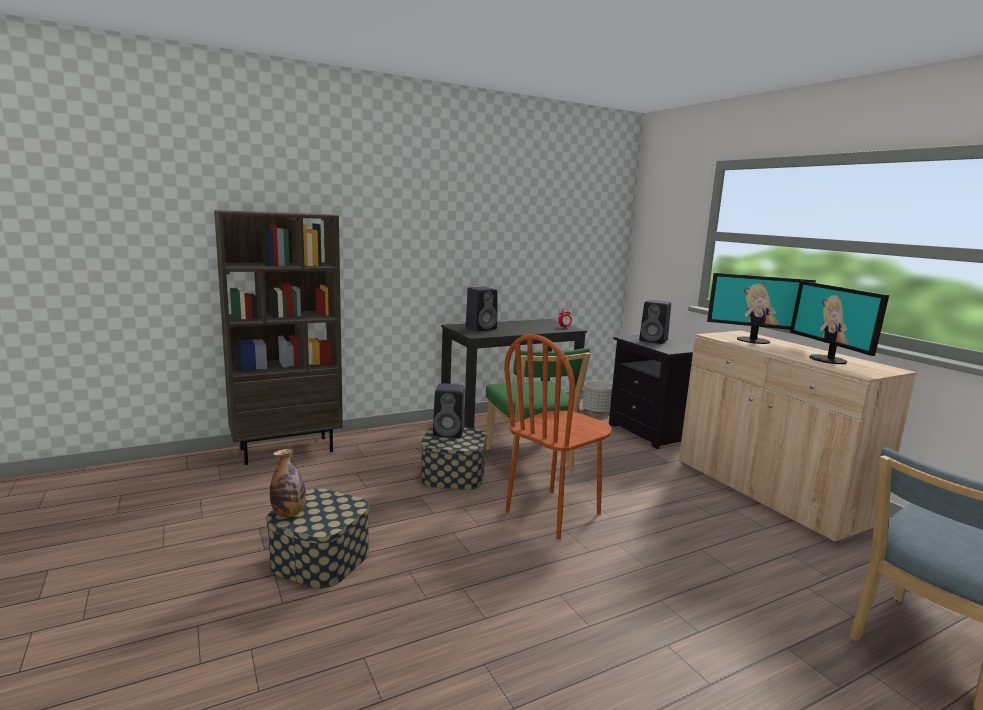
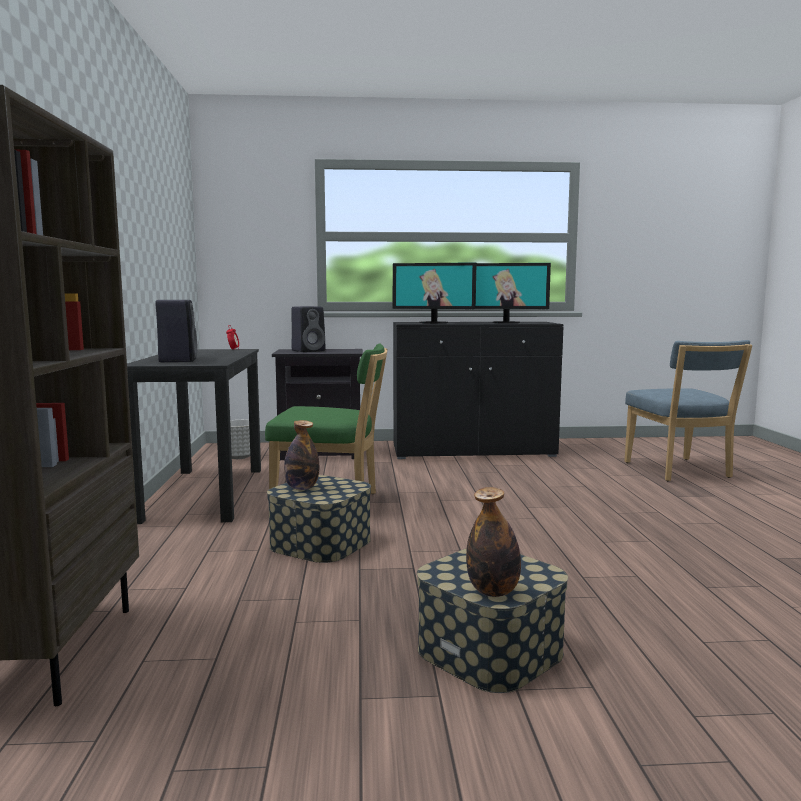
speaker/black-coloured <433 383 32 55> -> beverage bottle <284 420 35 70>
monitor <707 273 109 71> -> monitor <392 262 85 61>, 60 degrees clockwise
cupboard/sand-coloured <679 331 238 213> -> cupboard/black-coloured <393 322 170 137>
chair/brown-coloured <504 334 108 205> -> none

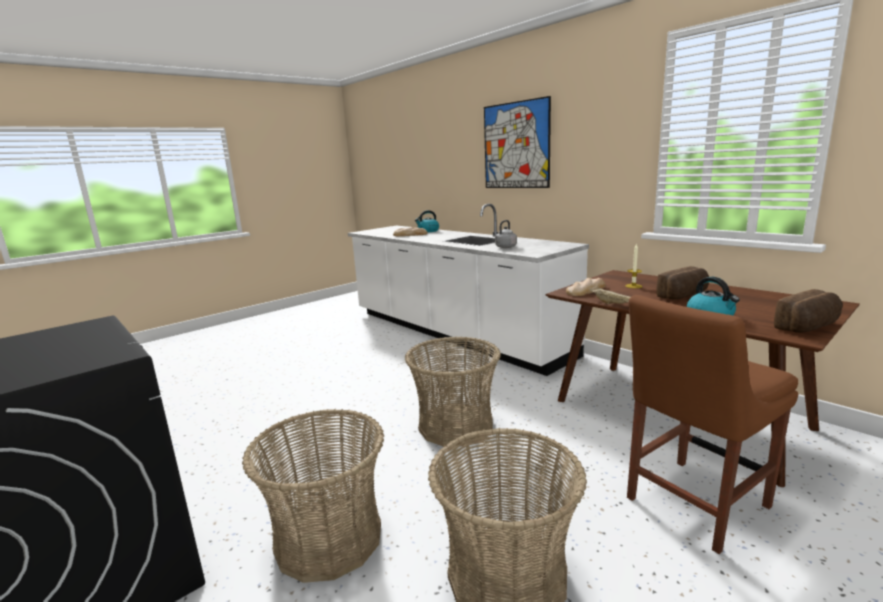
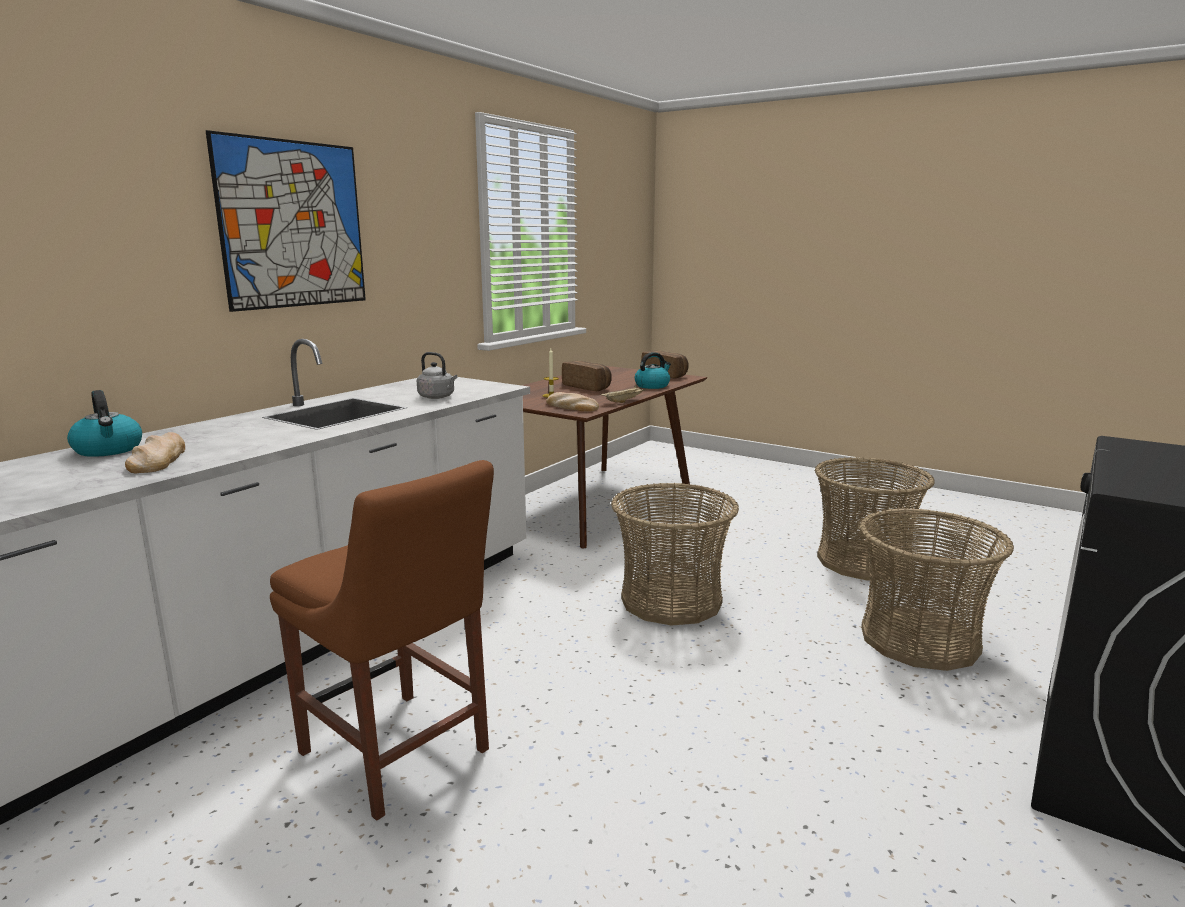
chair/brown-coloured <627 295 171 259> -> chair/brown-coloured <270 460 224 361>, shifted

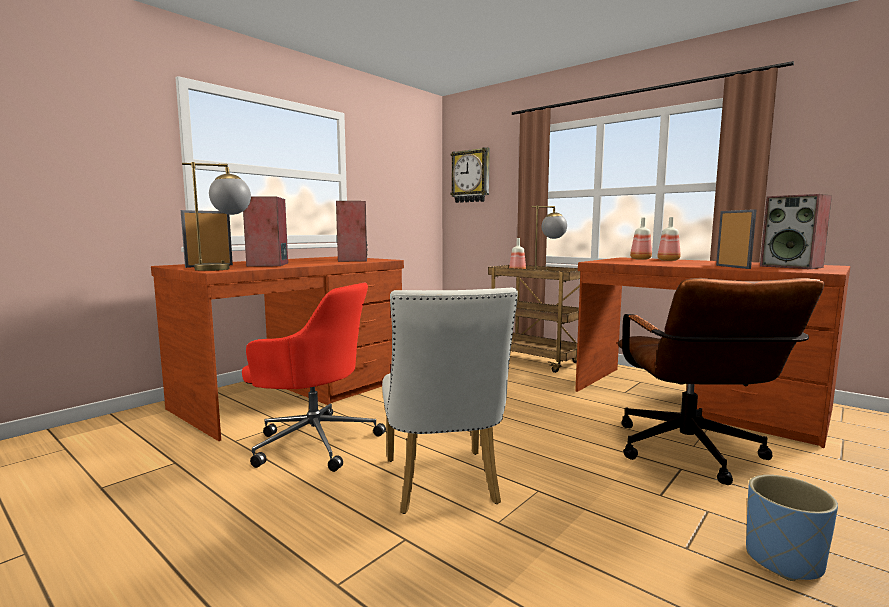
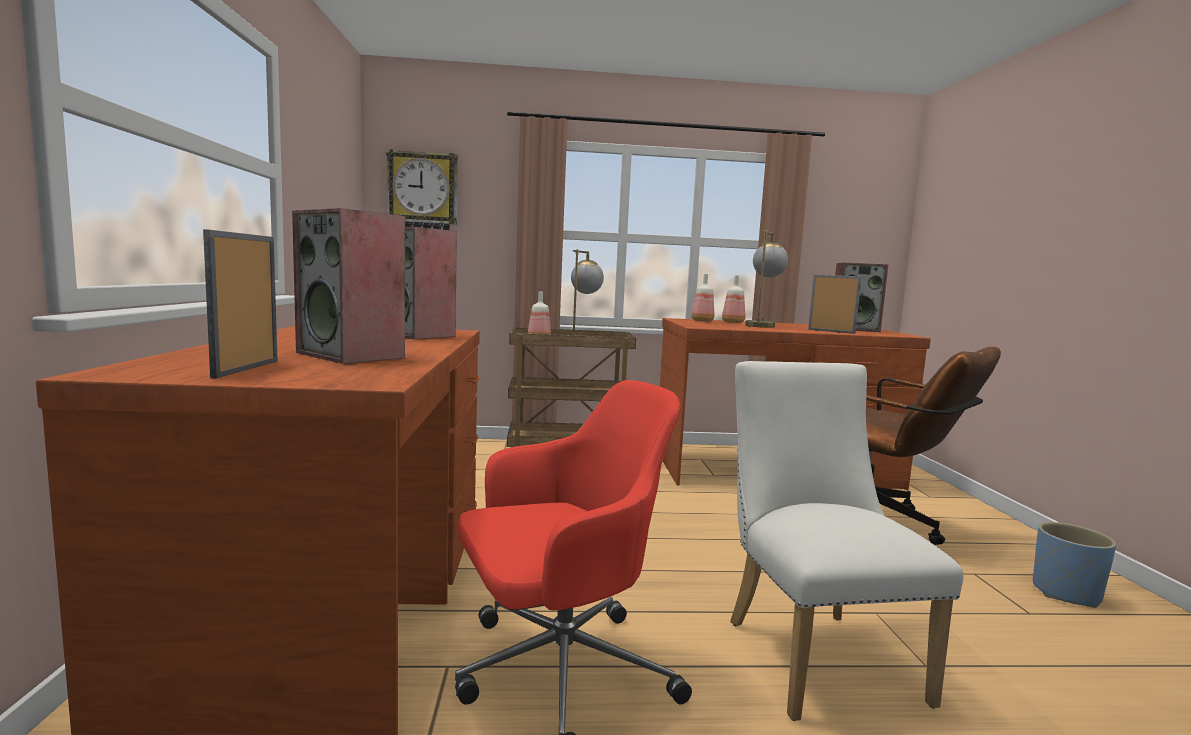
chair/whitish <382 288 136 226> -> chair/whitish <730 361 234 360>, 135 degrees counterclockwise
table lamp <182 162 69 109> -> table lamp <745 230 43 98>, shifted

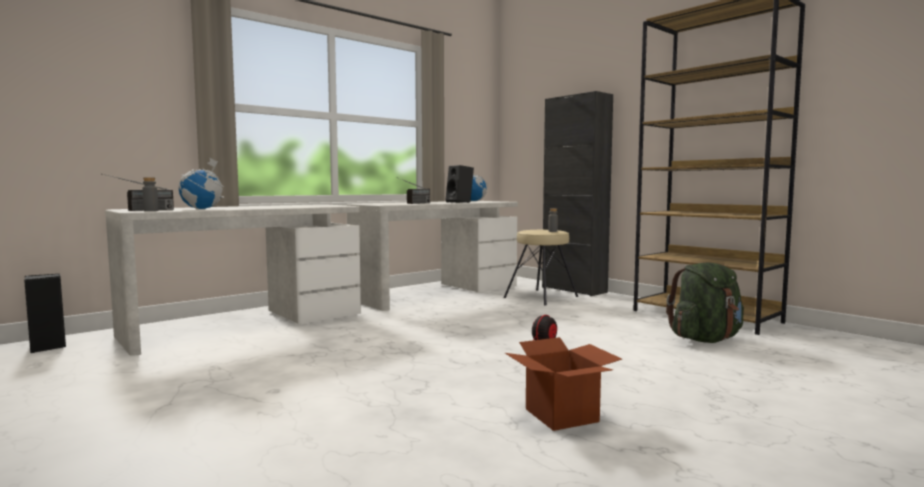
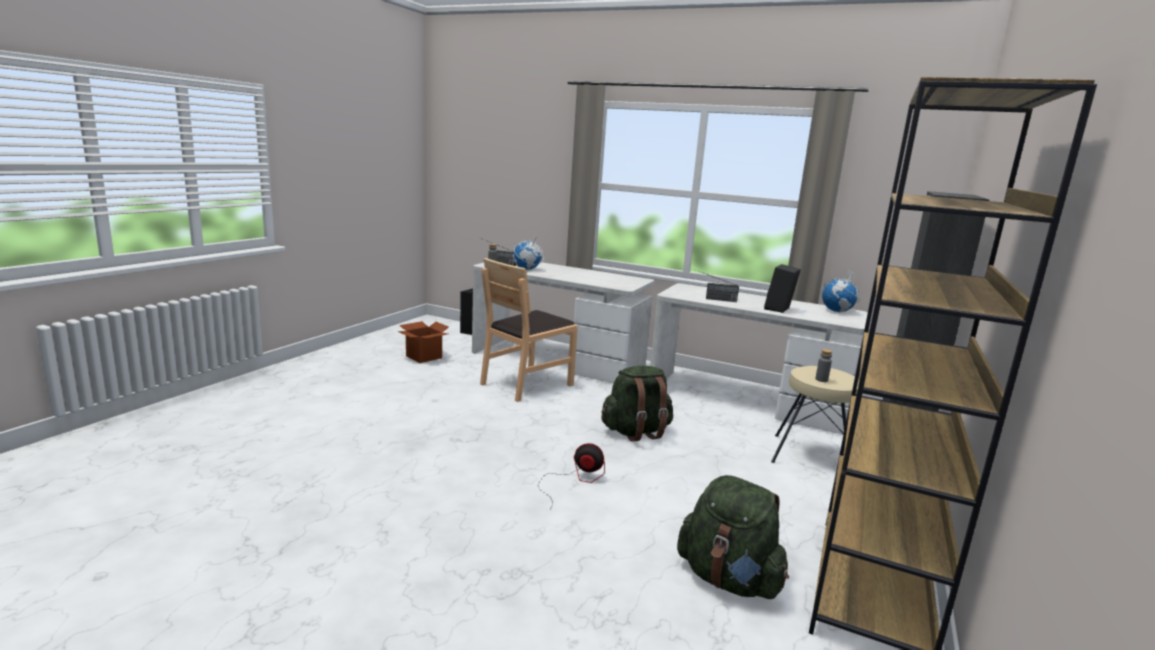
packing box <505 337 117 94> -> packing box <397 321 52 42>, shifted
none -> chair/brown-coloured <480 258 98 144>
none -> backpack/green <601 366 72 76>

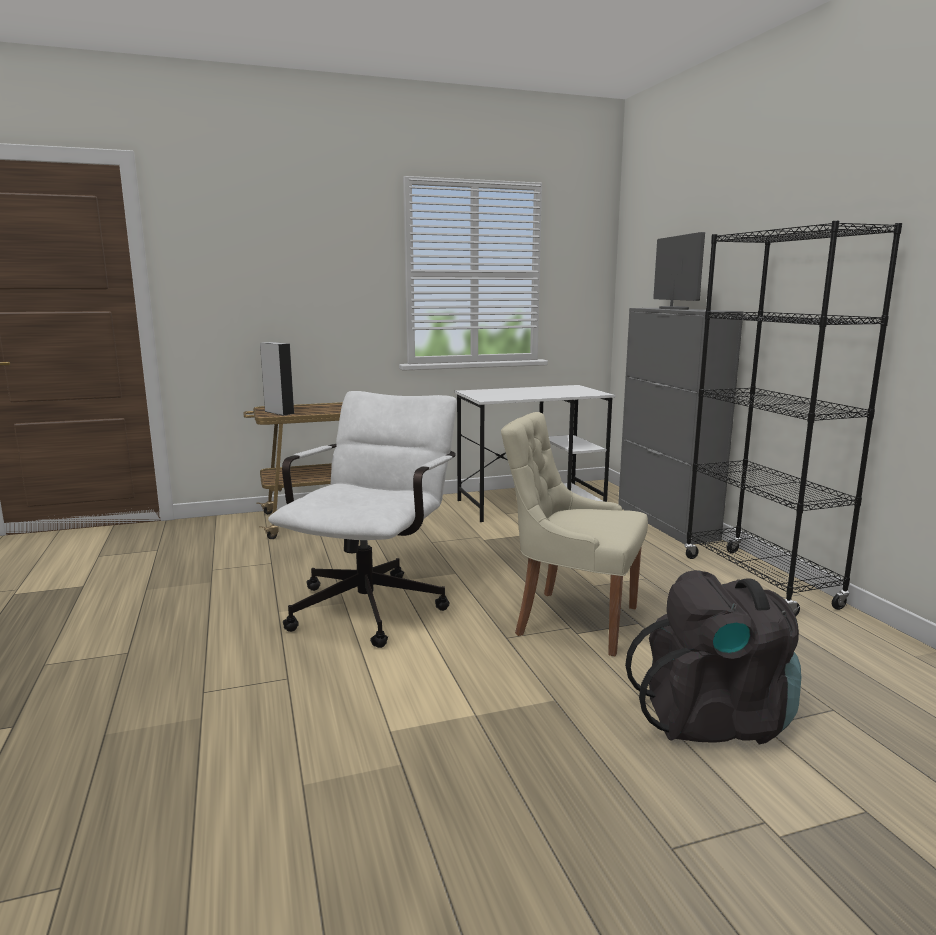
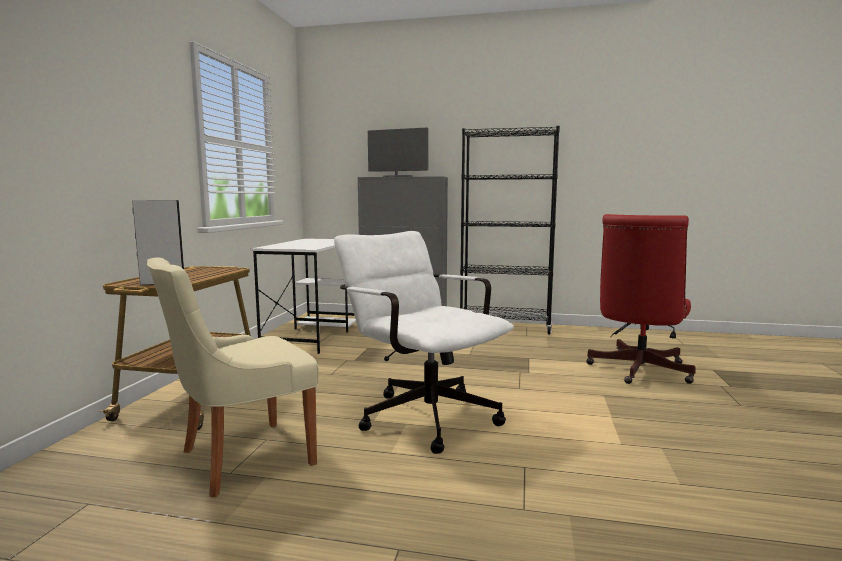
chair/sand-coloured <501 412 147 244> -> chair/sand-coloured <147 257 172 240>, shifted
backpack/black-coloured <625 570 176 175> -> computer chair/red <586 214 110 170>

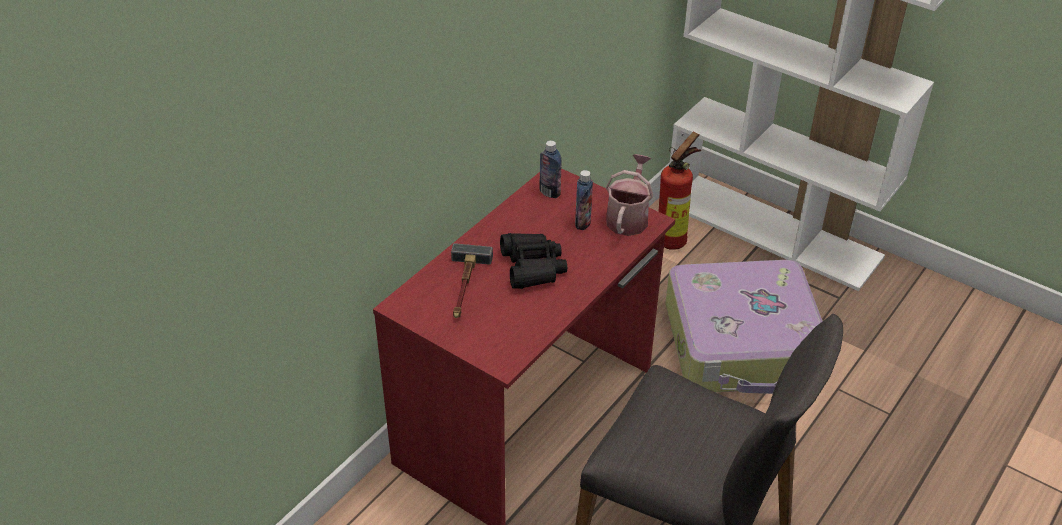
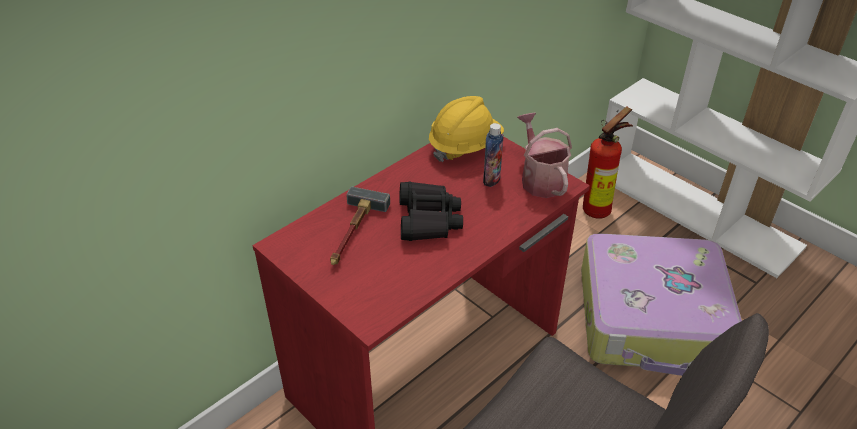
beverage bottle <539 141 23 57> -> safety helmet/yellowish <429 96 75 66>
watering can <606 154 47 82> -> watering can <517 113 55 85>, 45 degrees counterclockwise

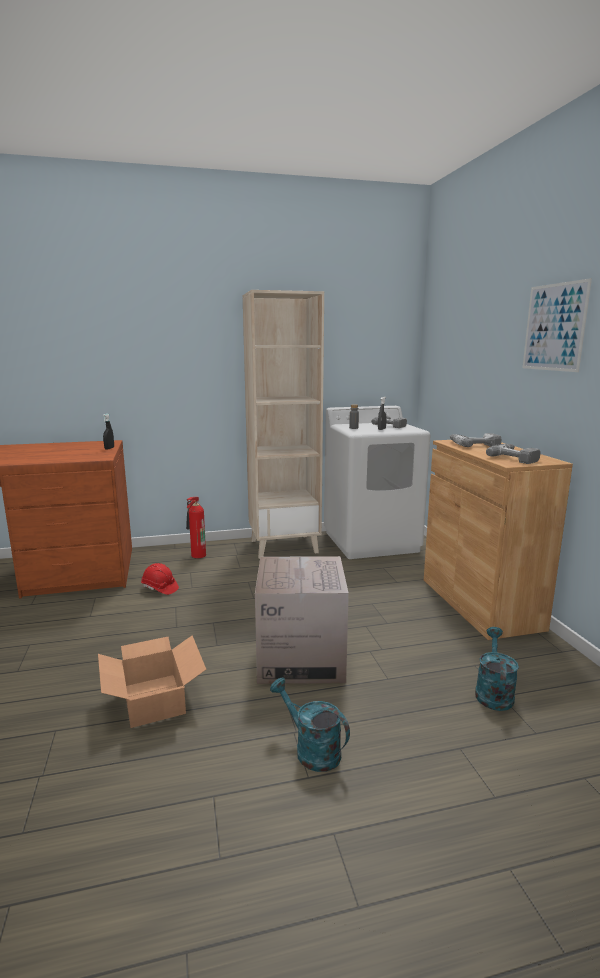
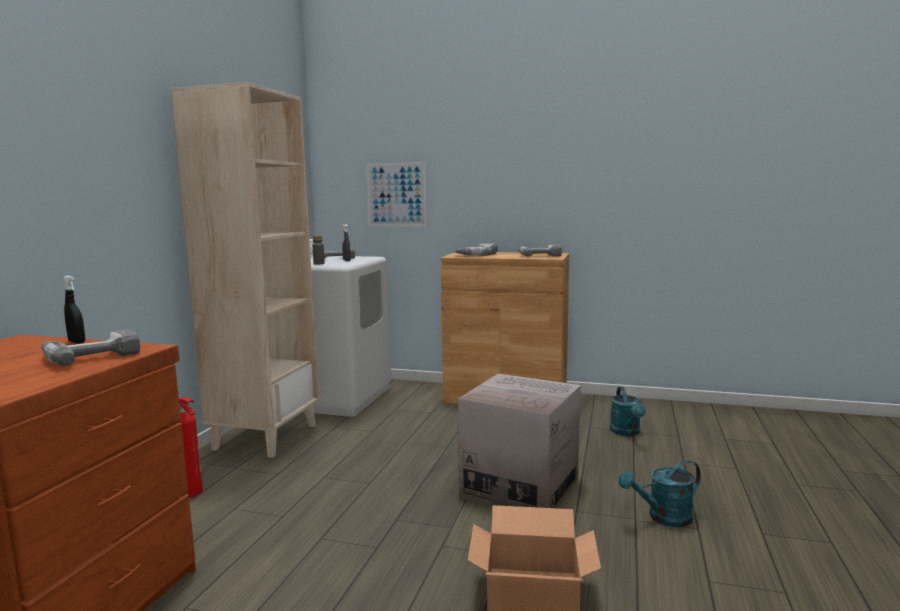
none -> drill <41 330 99 36>
wall art <523 278 69 94> -> wall art <366 162 61 64>, shifted
watering can/blue-green <475 627 44 84> -> watering can/blue-green <610 386 36 50>, 135 degrees counterclockwise
safety helmet/red <141 563 38 32> -> none

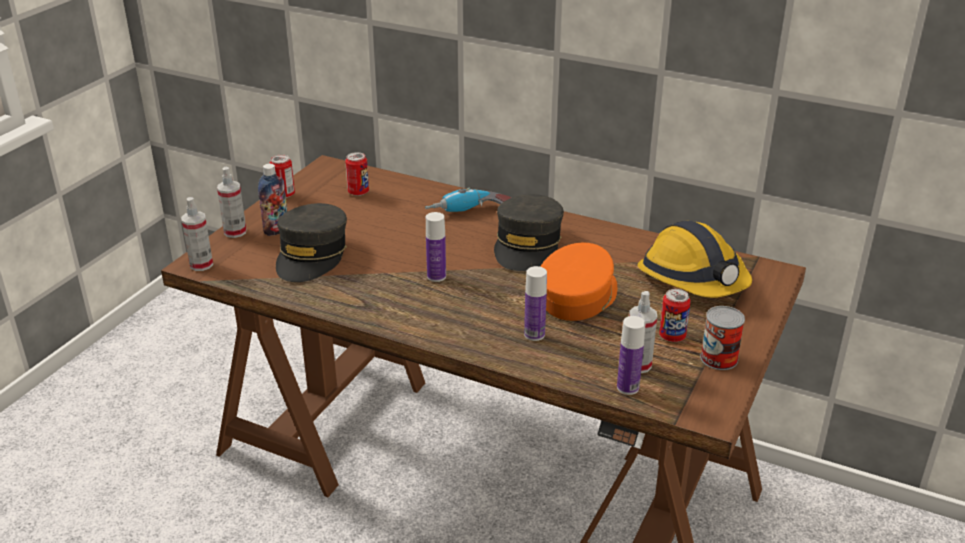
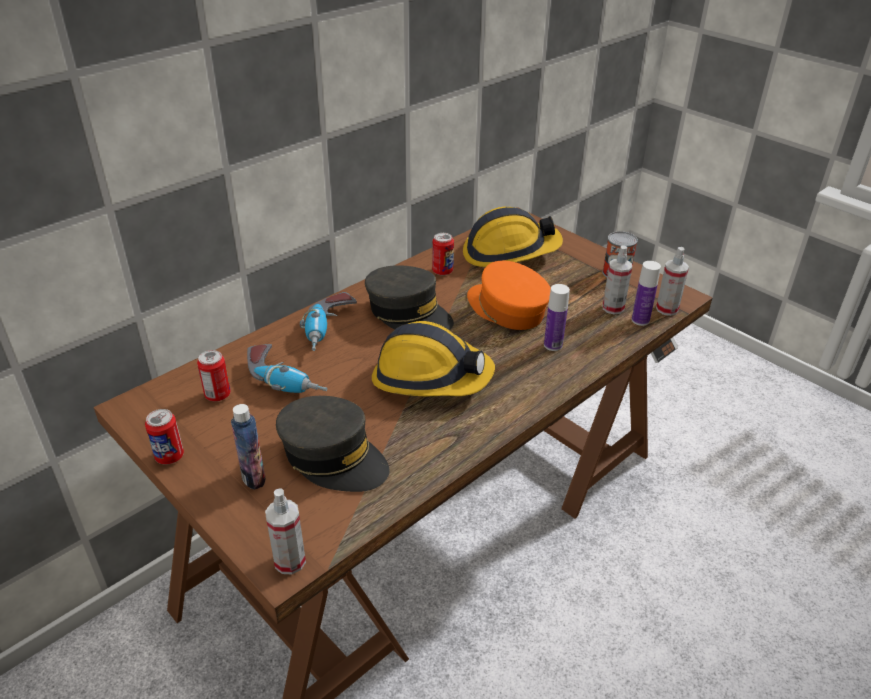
none -> drill <247 344 81 49>
beverage bottle <426 212 20 70> -> safety helmet <372 321 123 75>
metal can <659 289 32 53> -> metal can <432 233 22 42>, shifted
hand sprayer <217 167 29 71> -> hand sprayer <656 247 33 69>, shifted

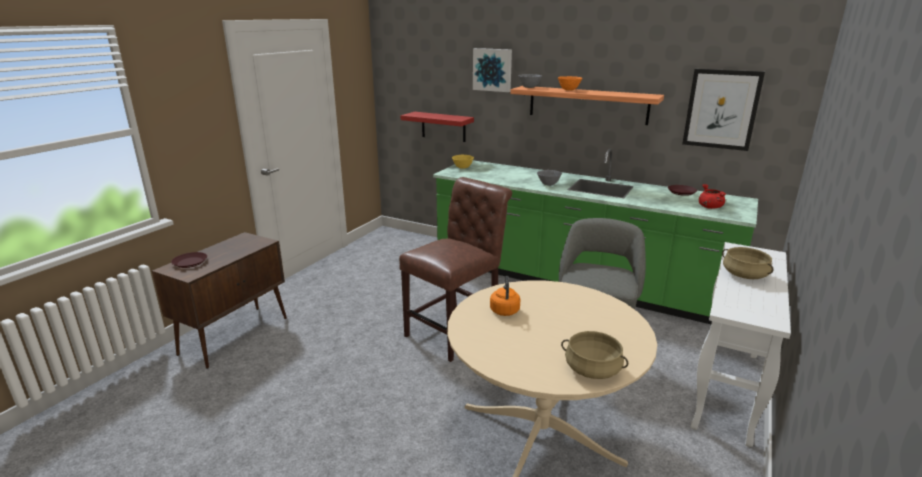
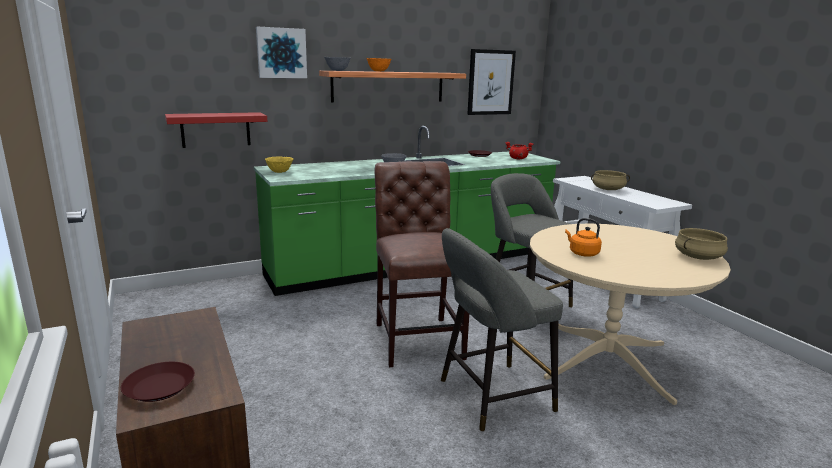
none -> stool/grey <441 228 122 204>

